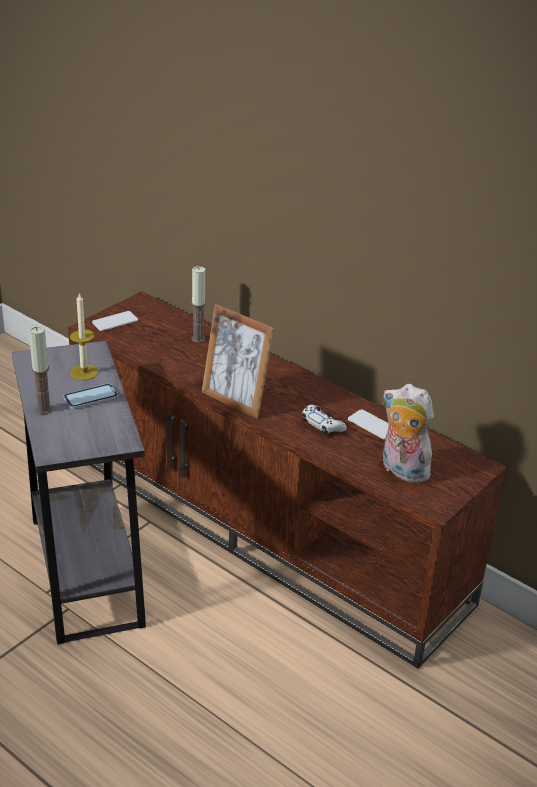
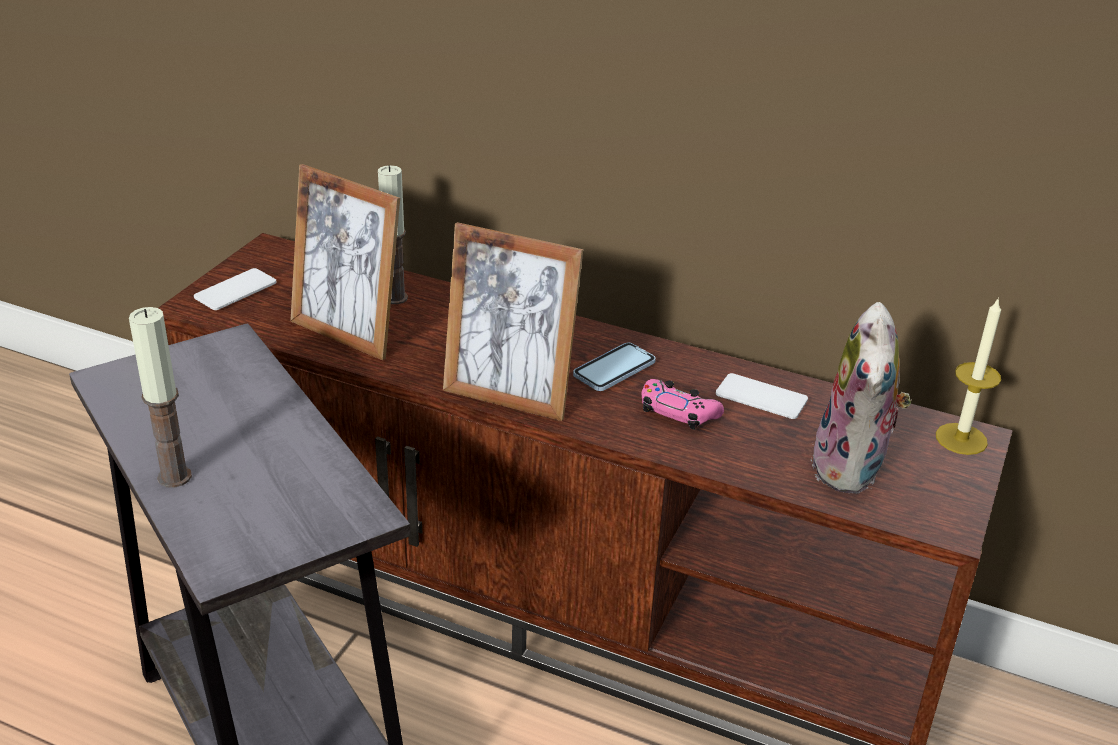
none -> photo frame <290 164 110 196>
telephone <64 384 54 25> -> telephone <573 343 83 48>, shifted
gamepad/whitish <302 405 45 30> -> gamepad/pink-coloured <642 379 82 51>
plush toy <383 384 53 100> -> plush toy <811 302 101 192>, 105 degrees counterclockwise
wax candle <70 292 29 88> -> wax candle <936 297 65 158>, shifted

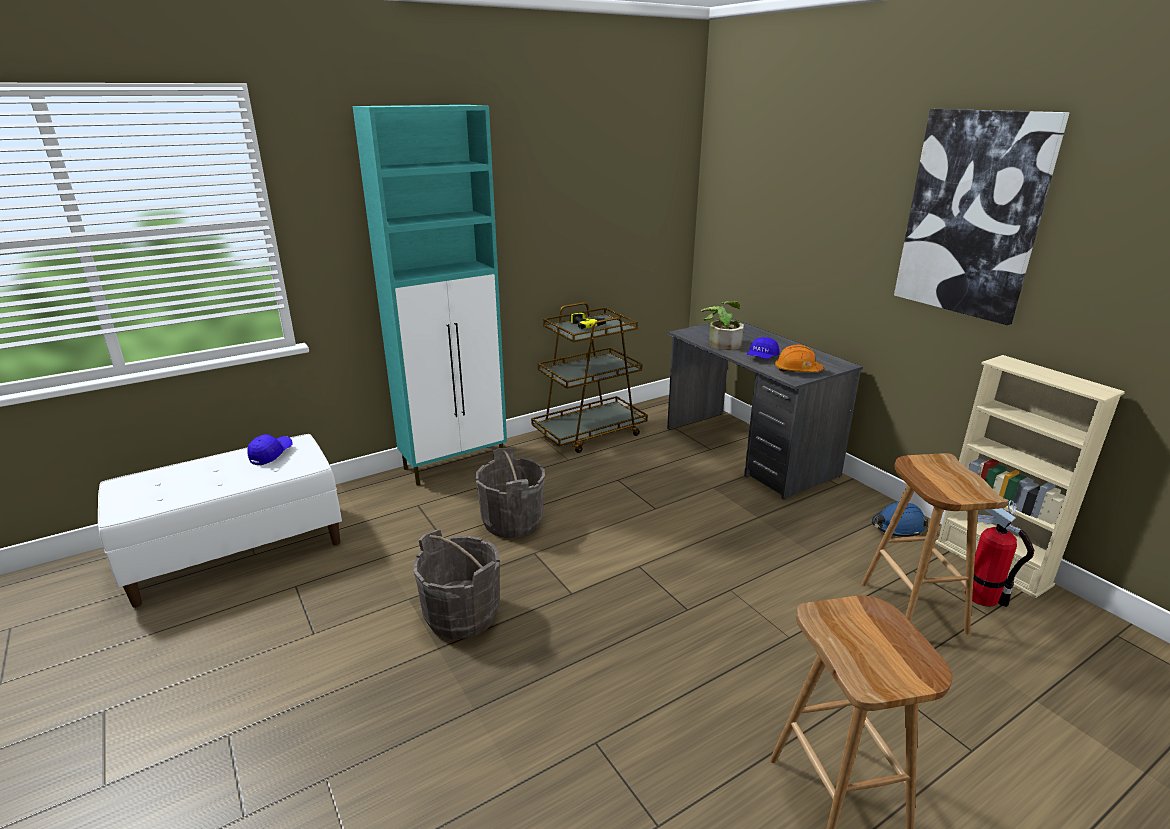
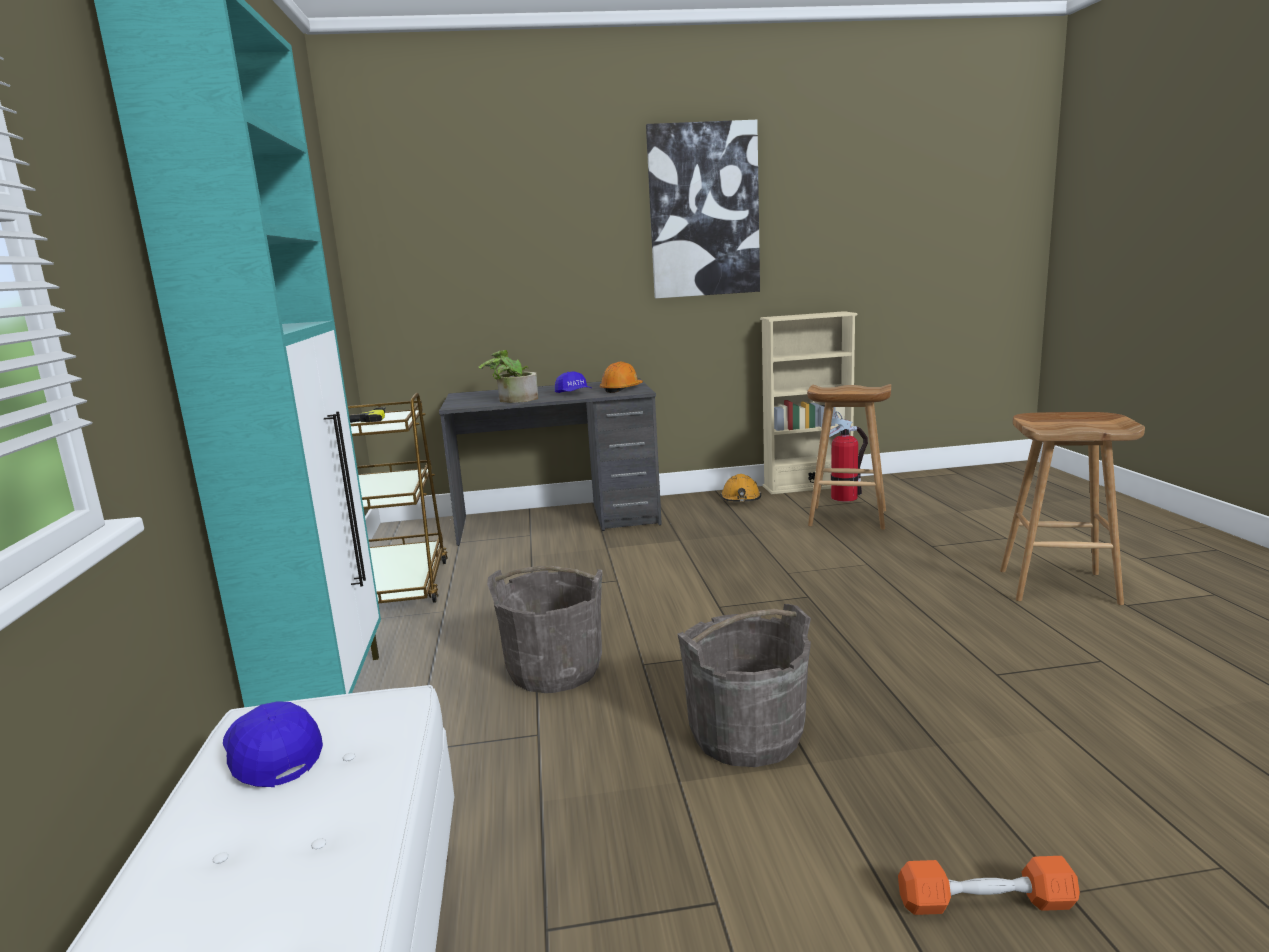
safety helmet/blue-coloured <872 502 56 35> -> safety helmet/orangey <720 474 41 28>
none -> hand weight/orangey <898 856 182 59>

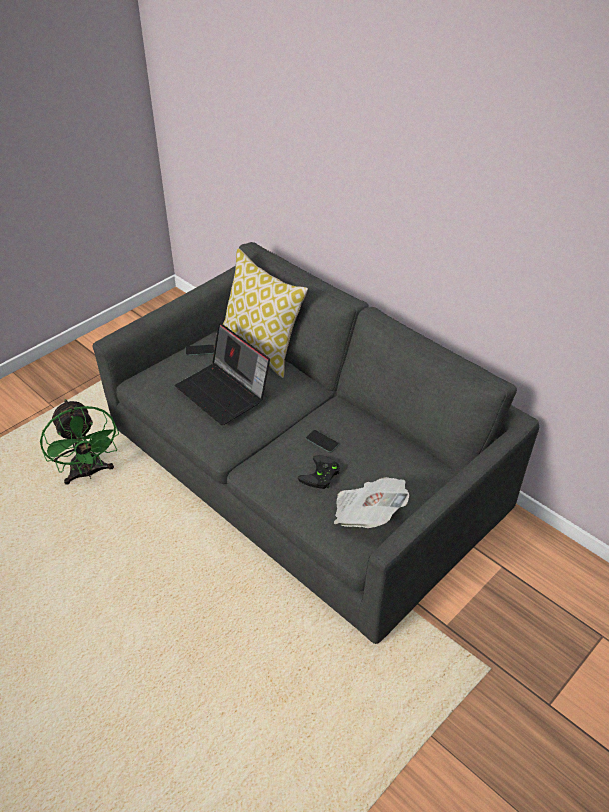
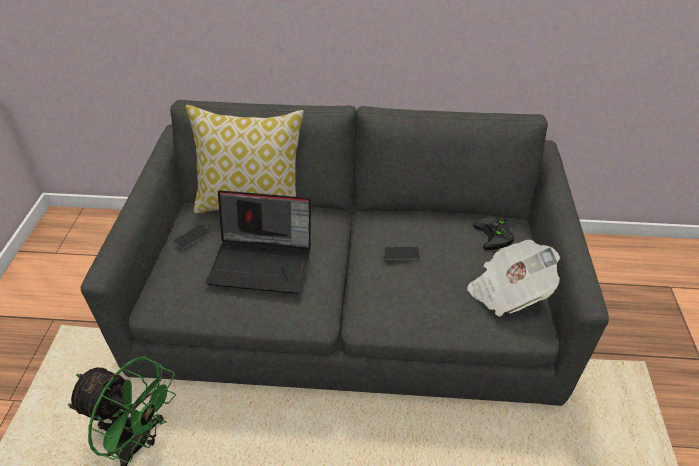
gamepad/black-coloured <298 455 42 34> -> gamepad/black-coloured <473 217 41 33>, shifted

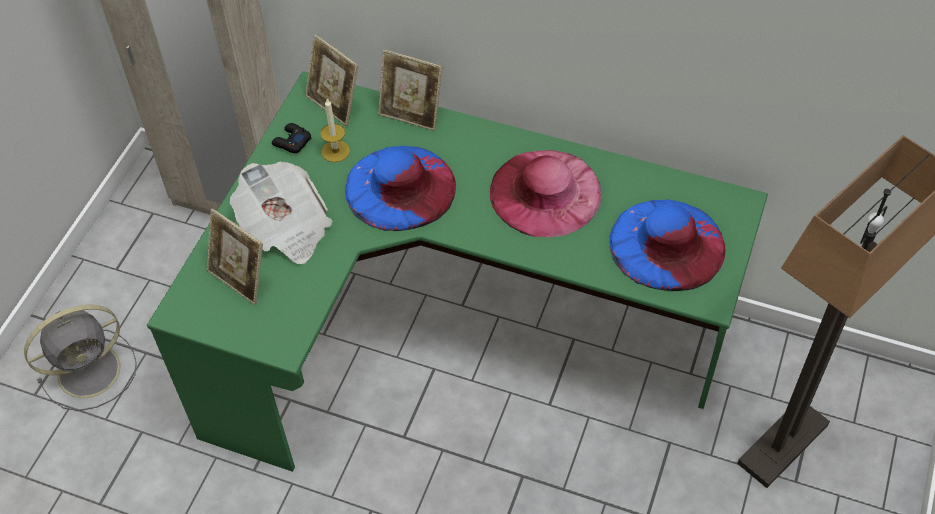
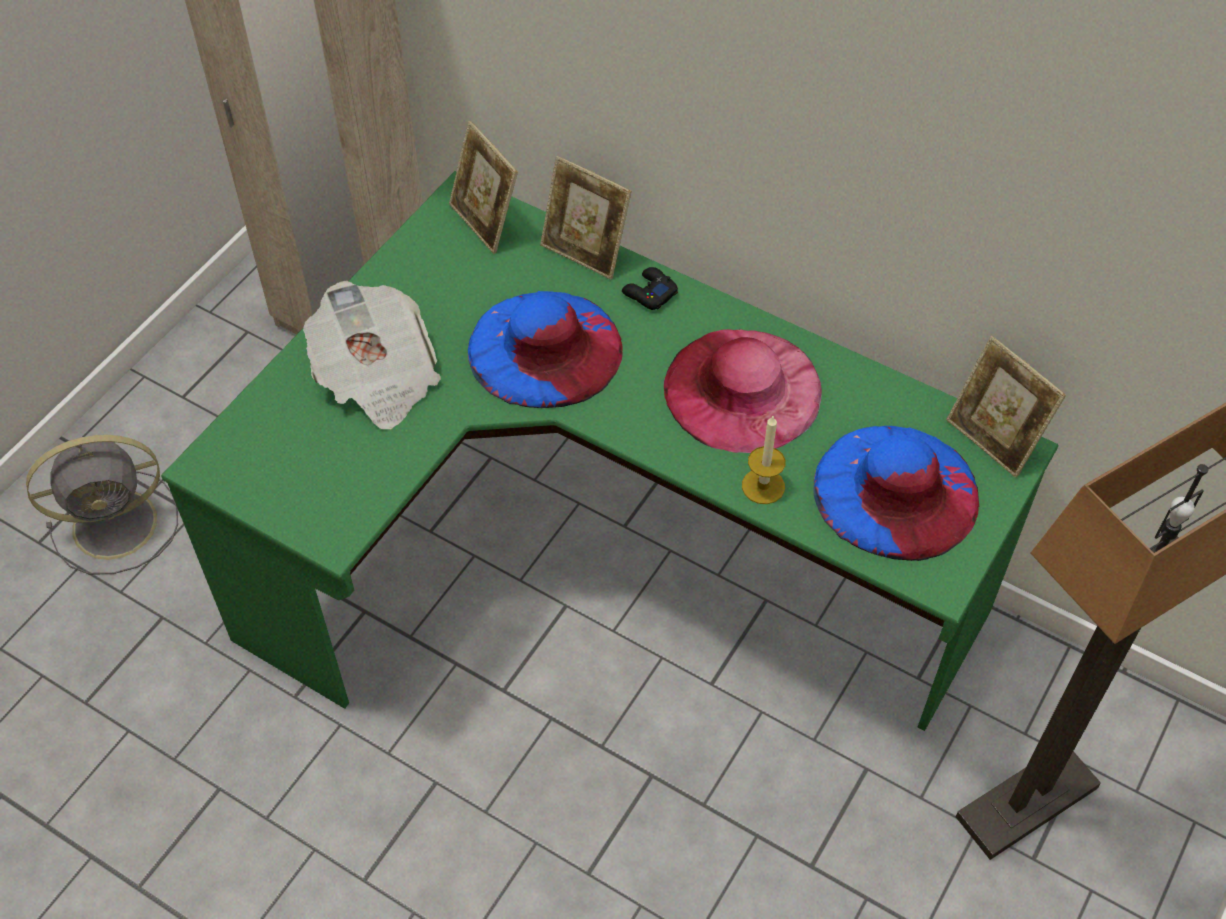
gamepad/black-coloured <272 123 39 30> -> gamepad/black-coloured <622 267 56 43>, shifted
wax candle <320 99 30 63> -> wax candle <742 416 43 88>, shifted
photo frame <207 208 56 97> -> photo frame <946 336 120 142>, shifted

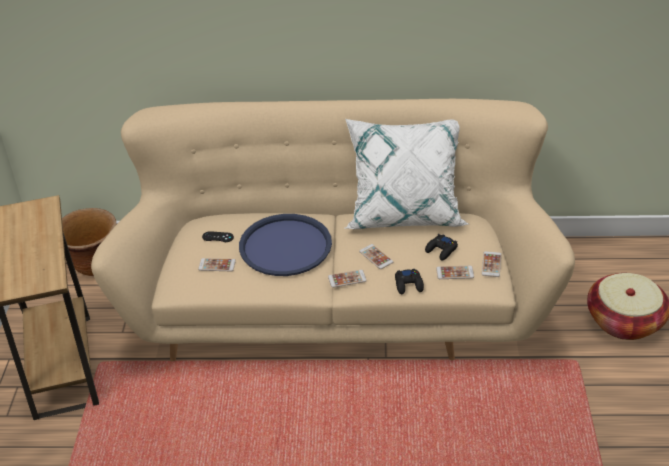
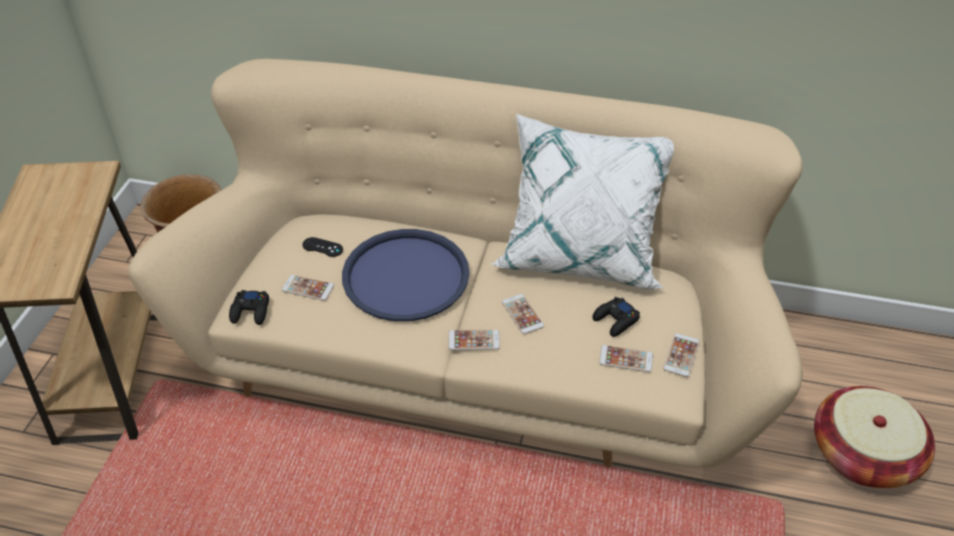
gamepad/black-coloured <395 269 29 25> -> gamepad/black-coloured <229 290 40 35>, shifted

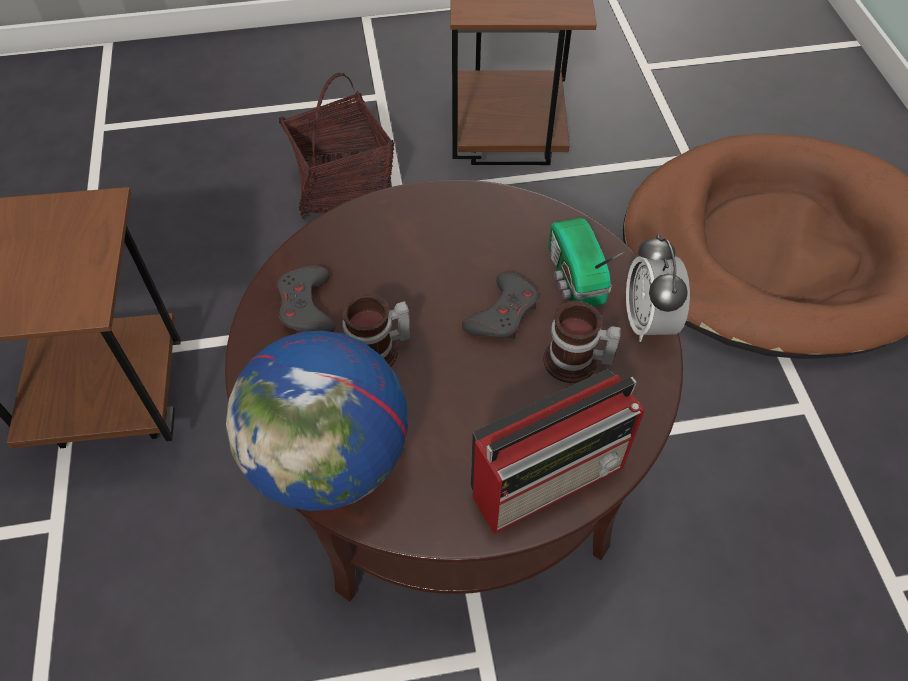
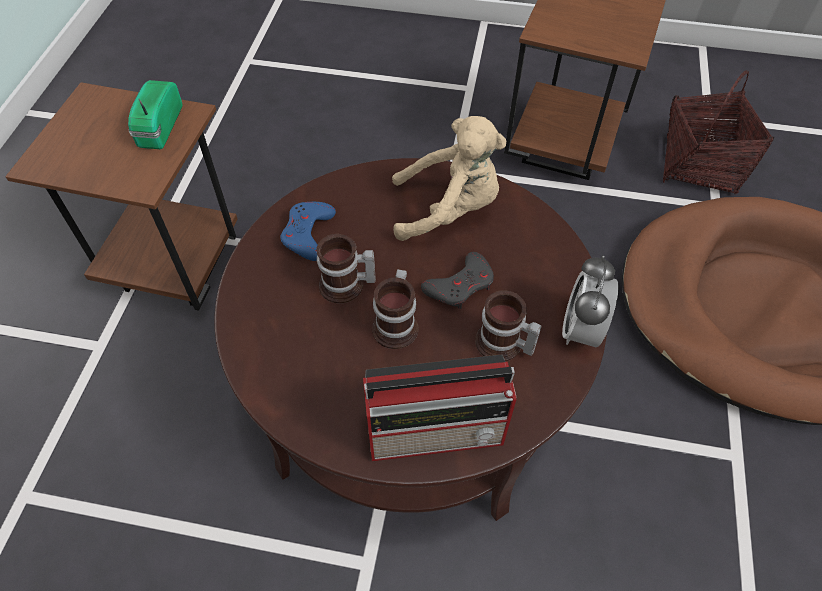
radio set <548 218 76 89> -> radio set <128 80 54 69>, shifted
gamepad/grey <277 265 59 67> -> gamepad/blue-coloured <281 202 55 59>
none -> tea mug <372 269 46 80>
none -> plush toy/sand-coloured <392 116 115 125>
basket <279 73 115 146> -> basket <663 70 111 124>, shifted
world globe <226 330 182 181> -> none

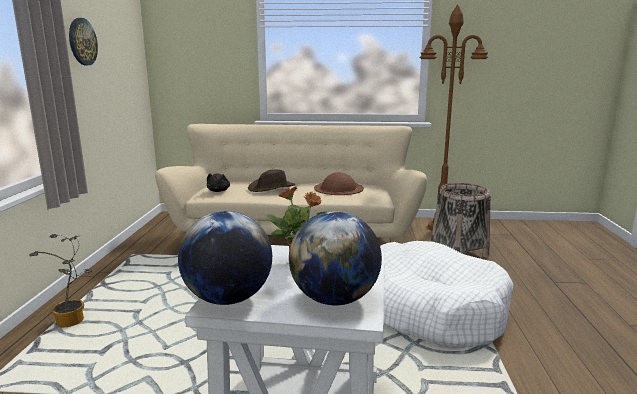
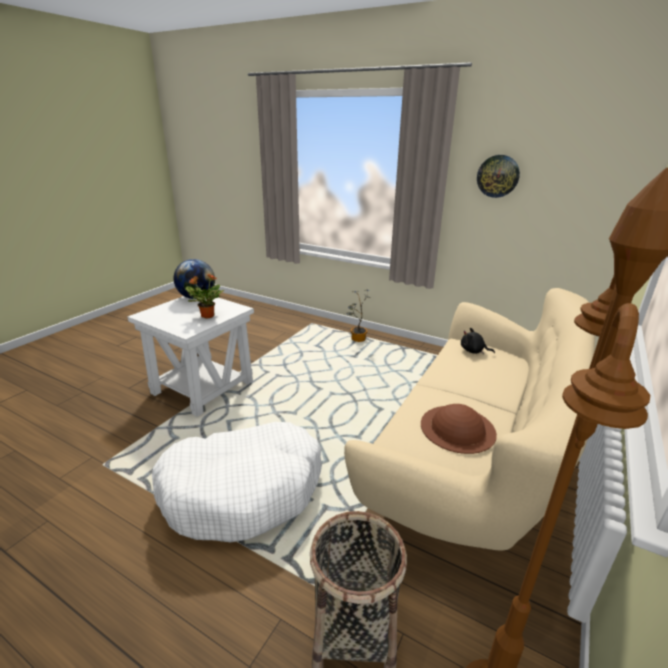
clothing hat/brown-coloured <248 169 48 23> -> none
world globe <289 211 93 94> -> none

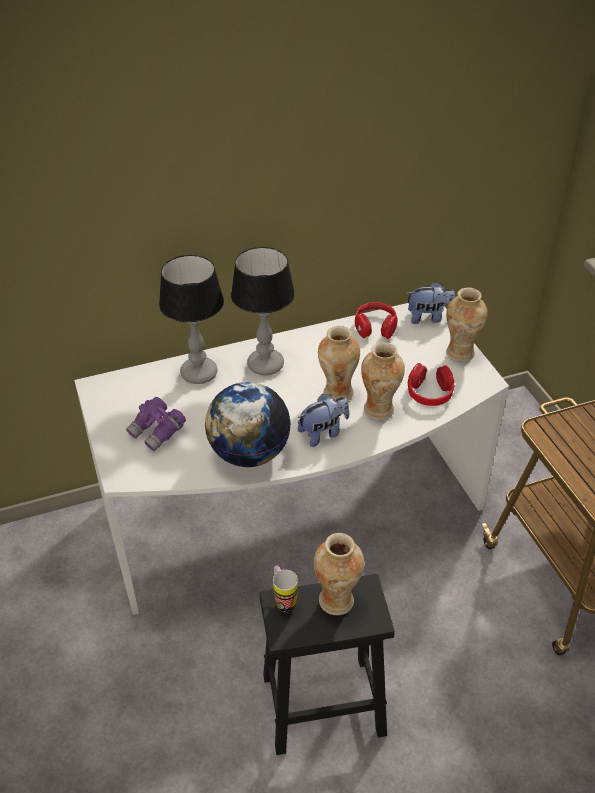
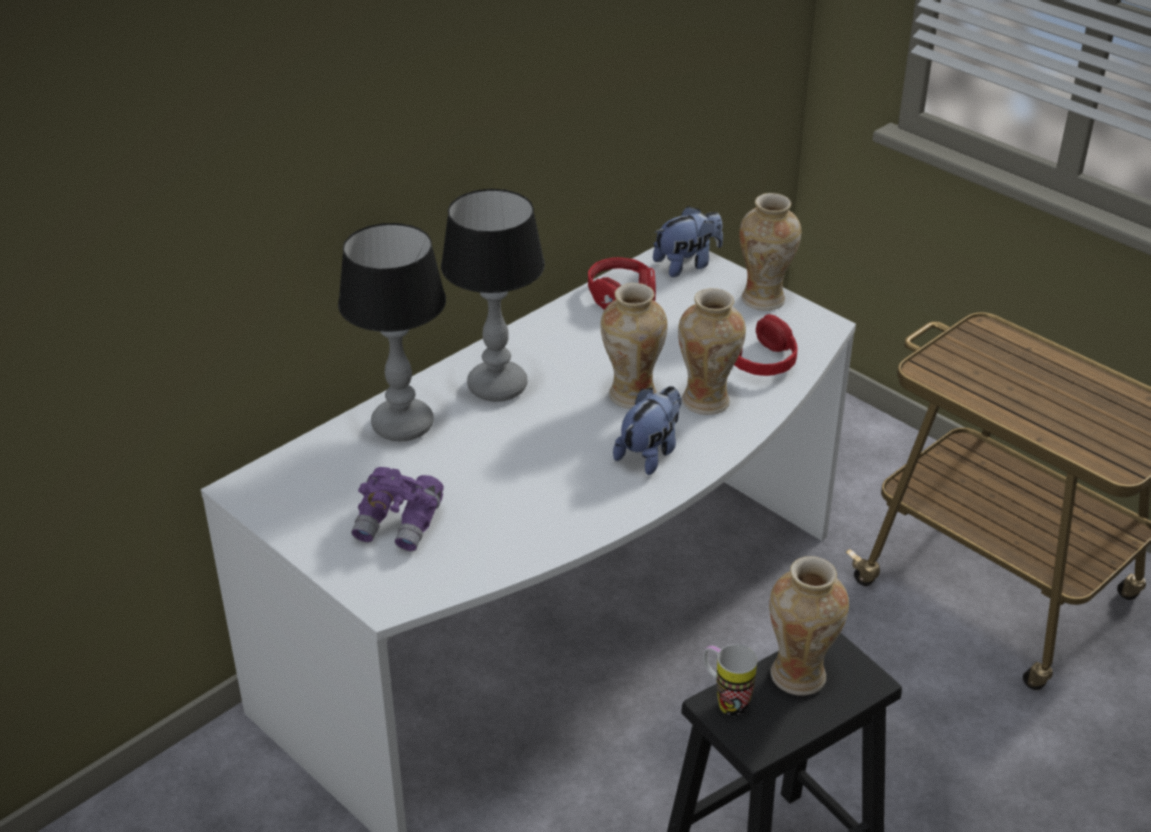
world globe <205 382 86 85> -> none

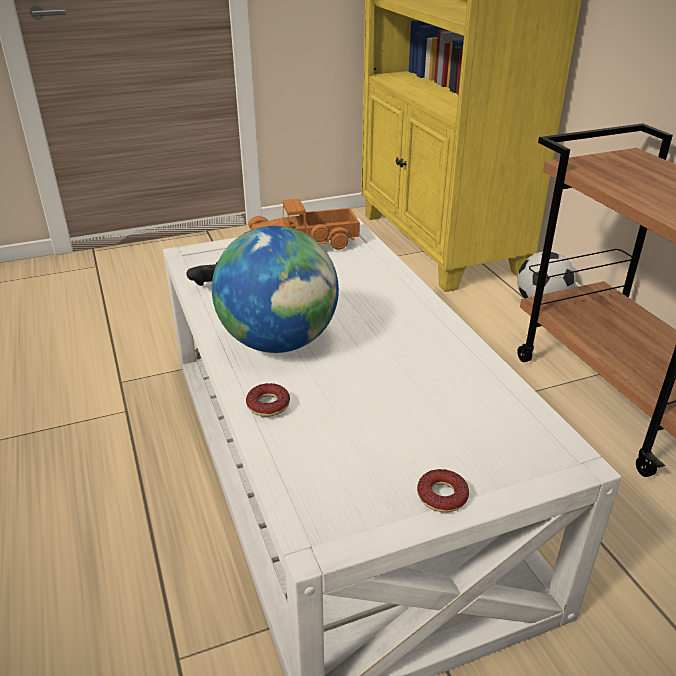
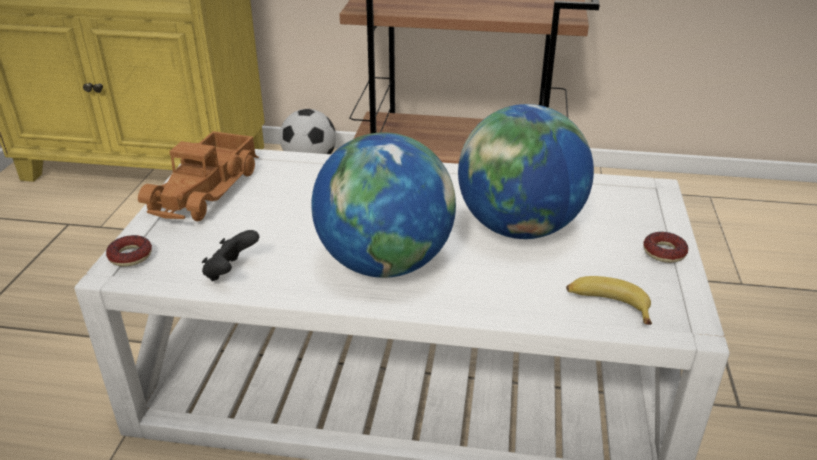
doughnut <246 383 44 34> -> doughnut <106 235 46 32>, shifted
none -> world globe <458 104 136 135>
none -> whole banana <566 276 86 49>

